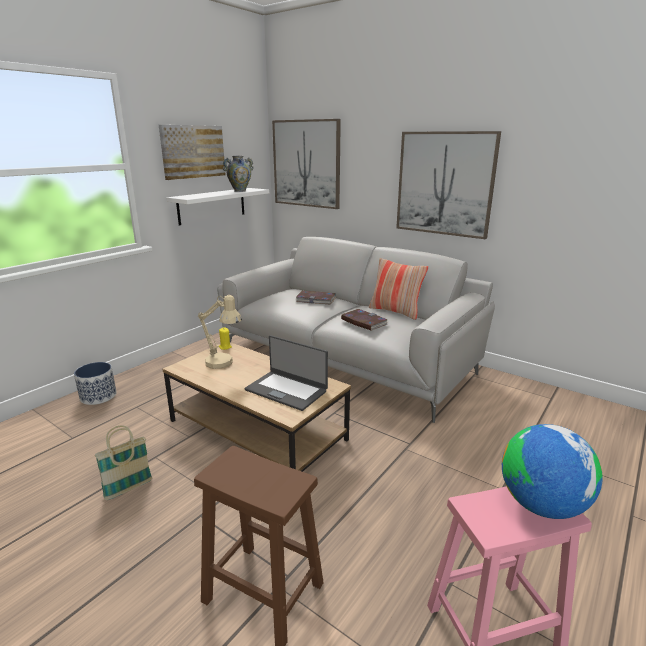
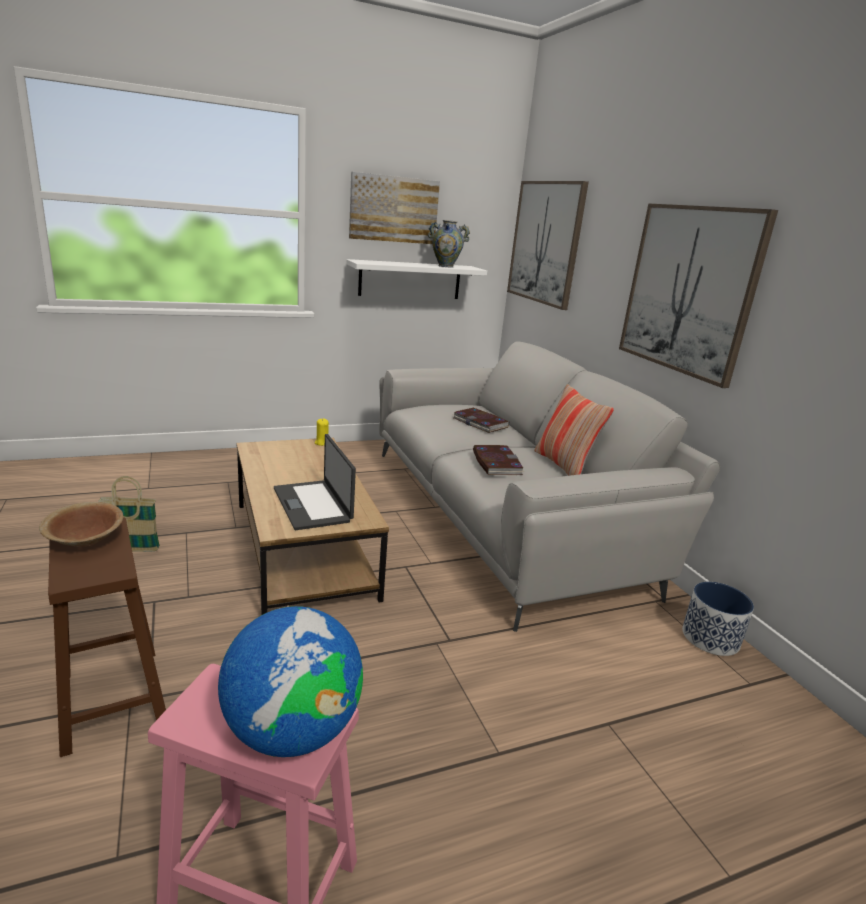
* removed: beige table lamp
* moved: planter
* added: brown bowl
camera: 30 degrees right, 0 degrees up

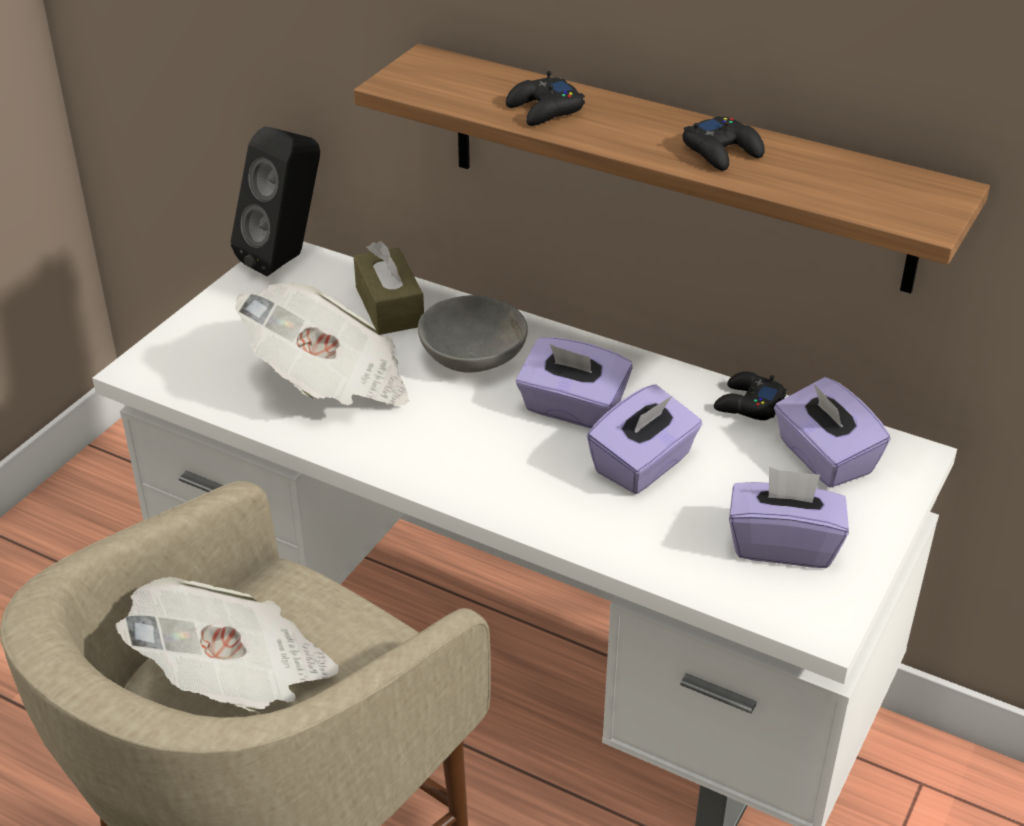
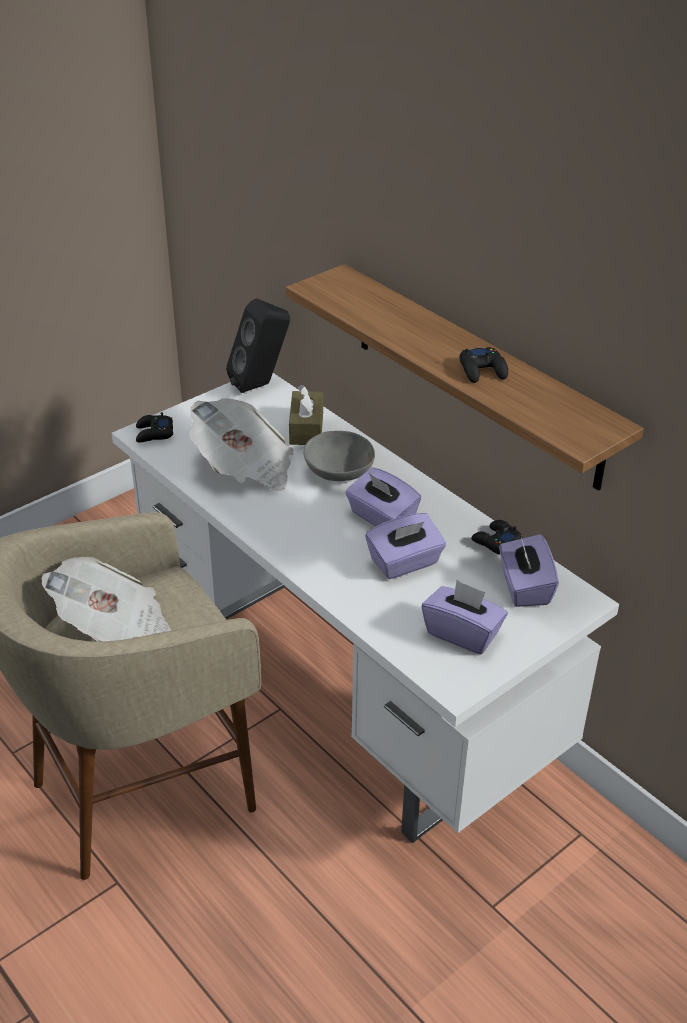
* moved: blackish game controller (1st from left)
camera: 20 degrees right, 0 degrees up

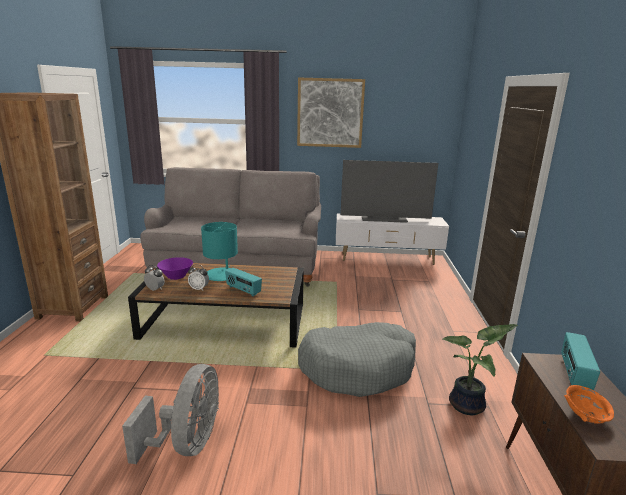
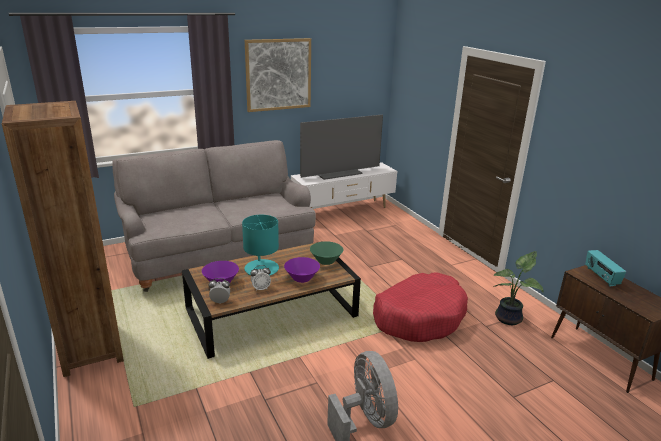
* replaced: radio (1st from left) to purple-coloured bowl (2nd from left)
* recoloured: grey dog bed to red dog bed
* removed: orange bowl
* added: green-coloured bowl
camera: 30 degrees left, 5 degrees up

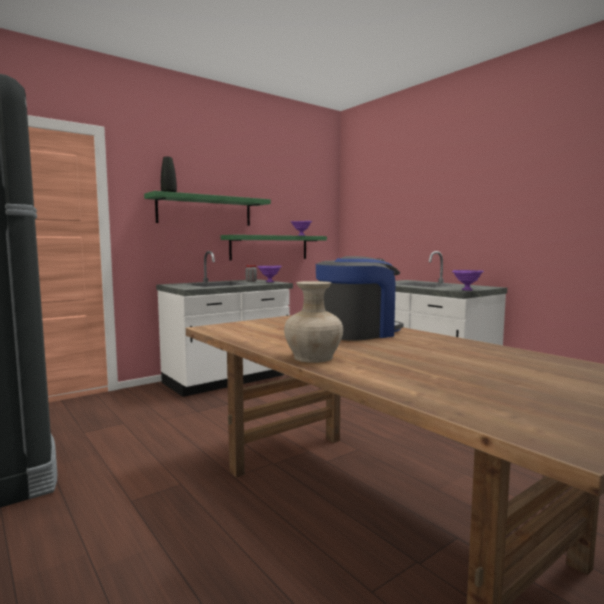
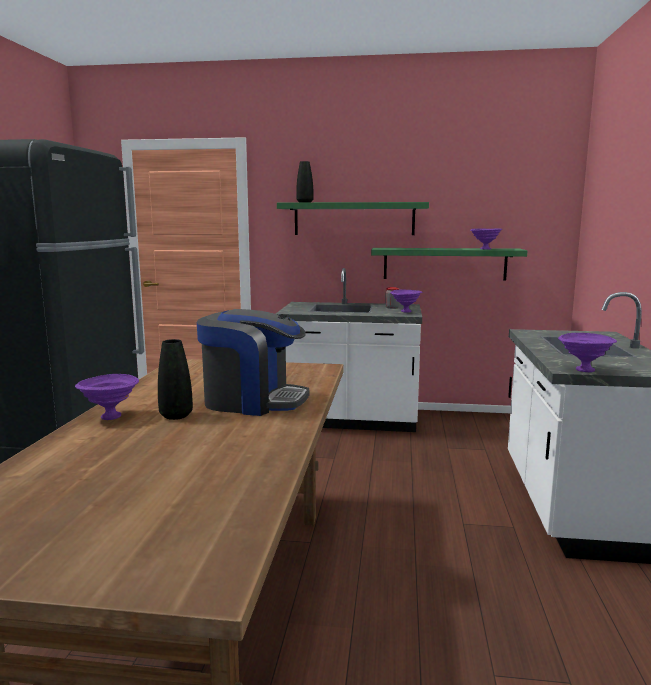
* replaced: beige decorative vase to purple-coloured bowl (1st from left)
* added: blackish decorative vase (1st from left)
camera: 45 degrees right, 5 degrees up

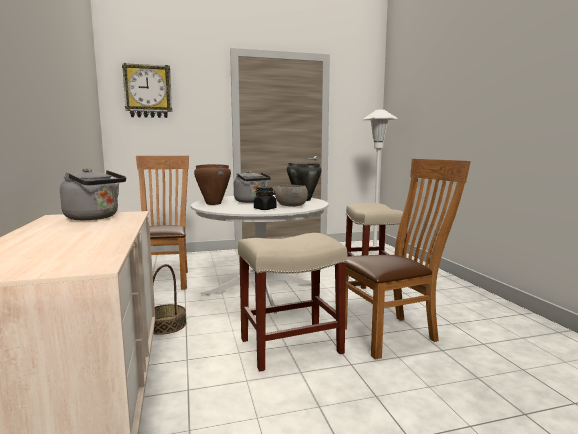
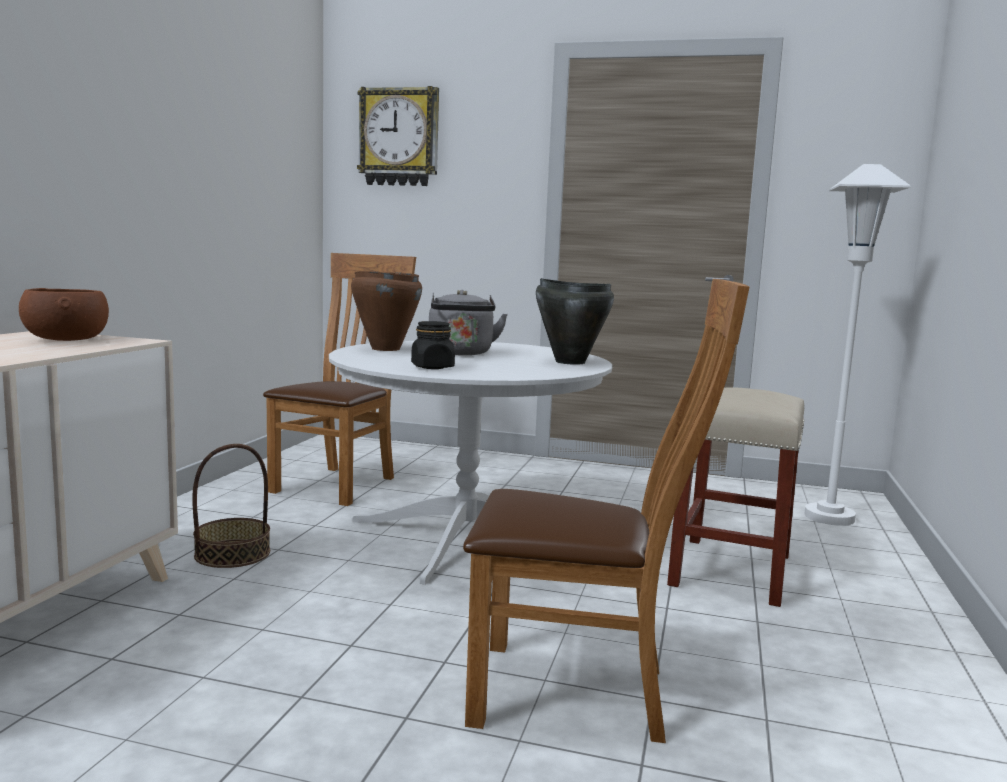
* replaced: grey water kettle (1st from left) to brown bowl
* removed: grey bowl
* removed: beige stool seat (1st from left)
camera: 30 degrees right, 0 degrees up

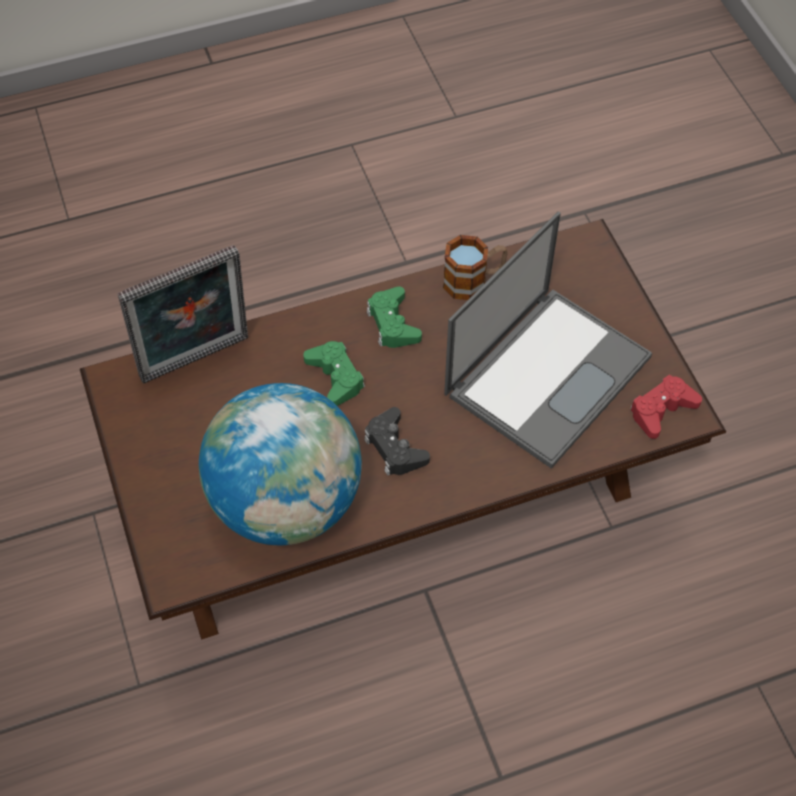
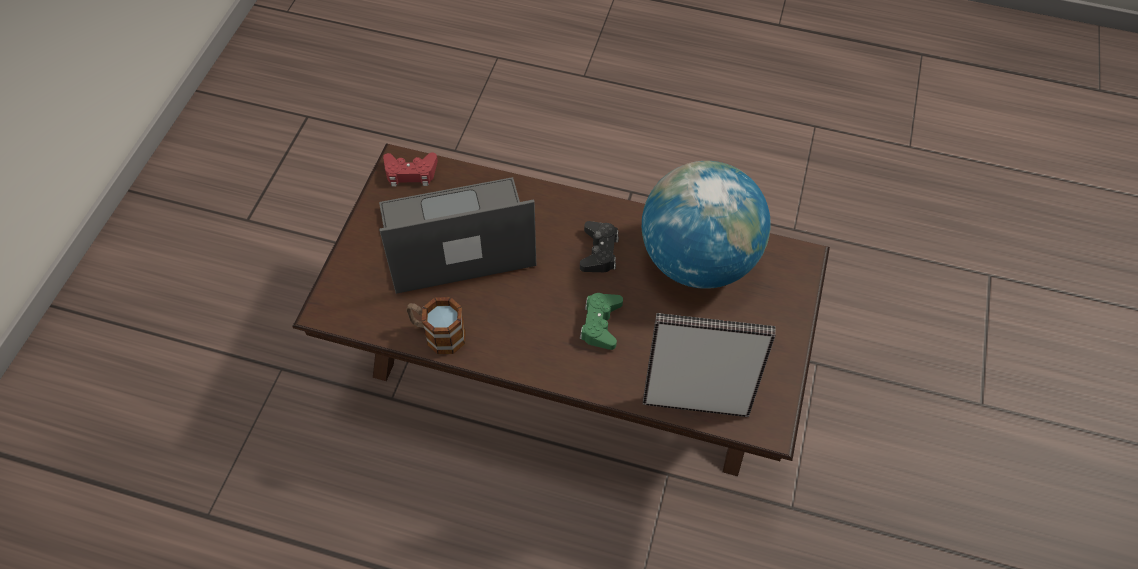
* removed: green-coloured game controller (2nd from left)
camera: 145 degrees left, 0 degrees up

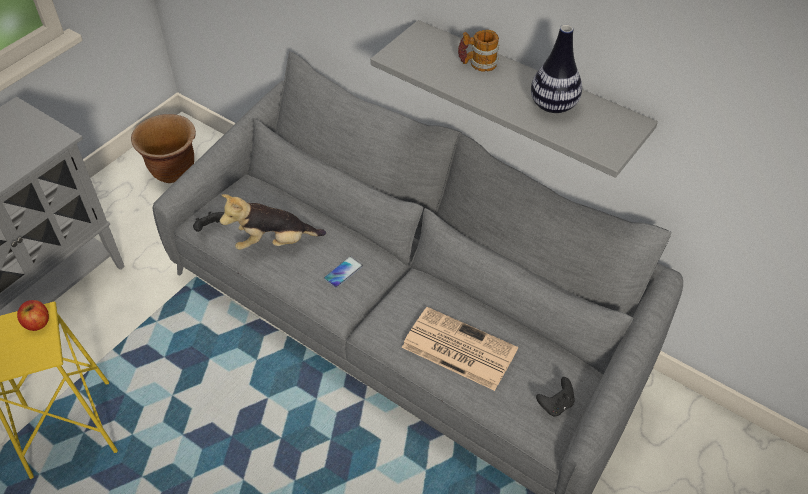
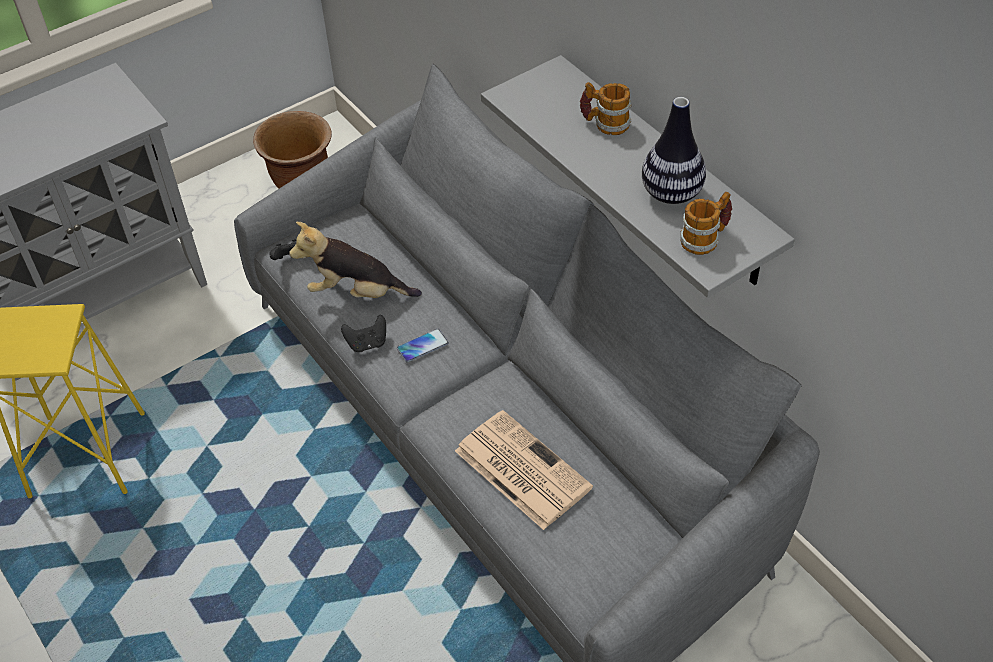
* removed: apple
* moved: blackish game controller (2nd from left)
* added: coffee mug (2nd from left)
camera: 20 degrees right, 0 degrees up

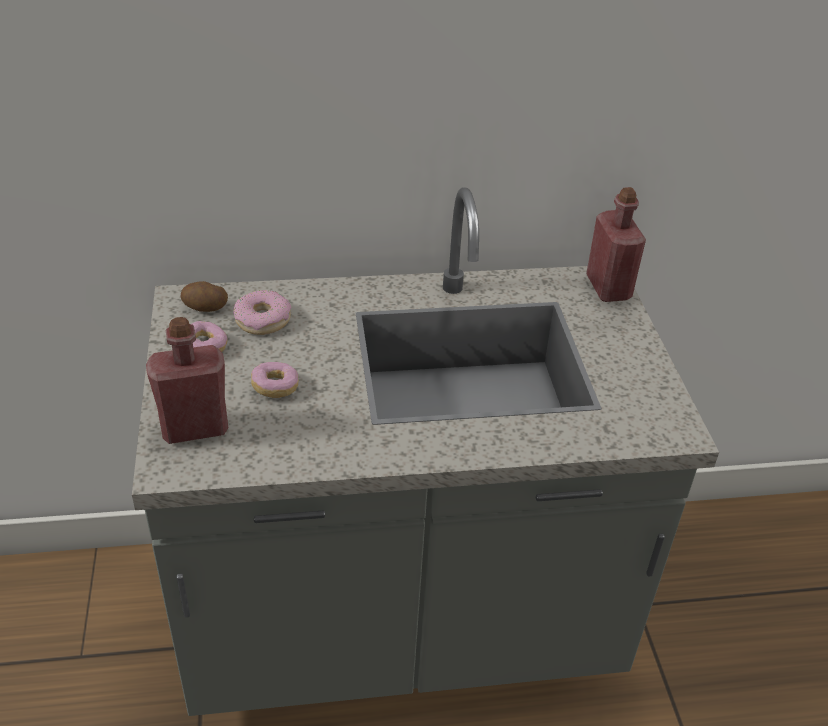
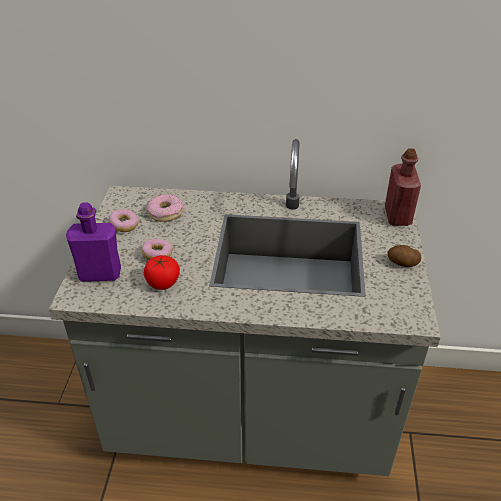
* moved: potato
* recoloured: red drink bottle (1st from left) to purple-coloured drink bottle
* added: whole tomato
camera: 15 degrees right, 0 degrees up

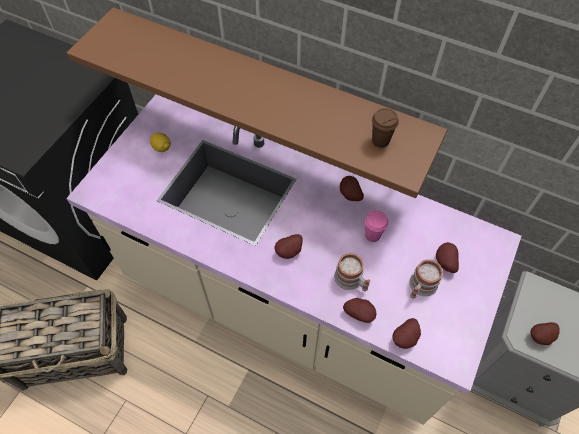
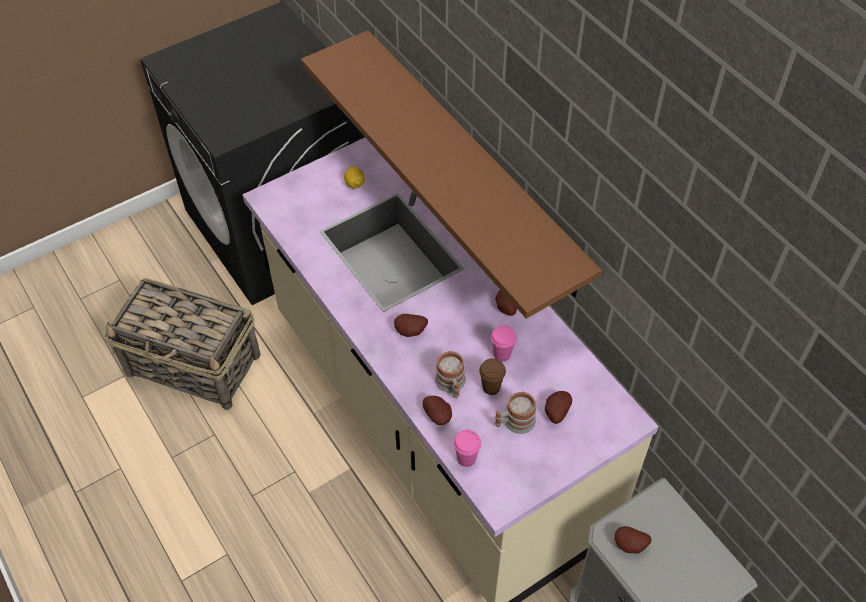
* moved: brown cup
* replaced: potato (4th from left) to pink-coloured cup (1st from left)
camera: 30 degrees right, 5 degrees down

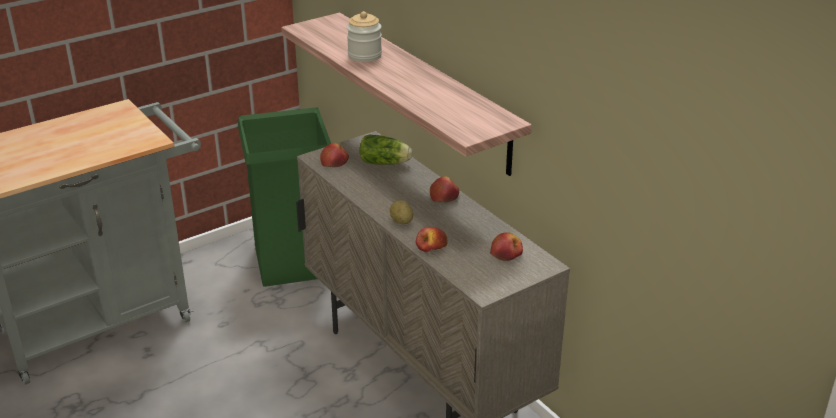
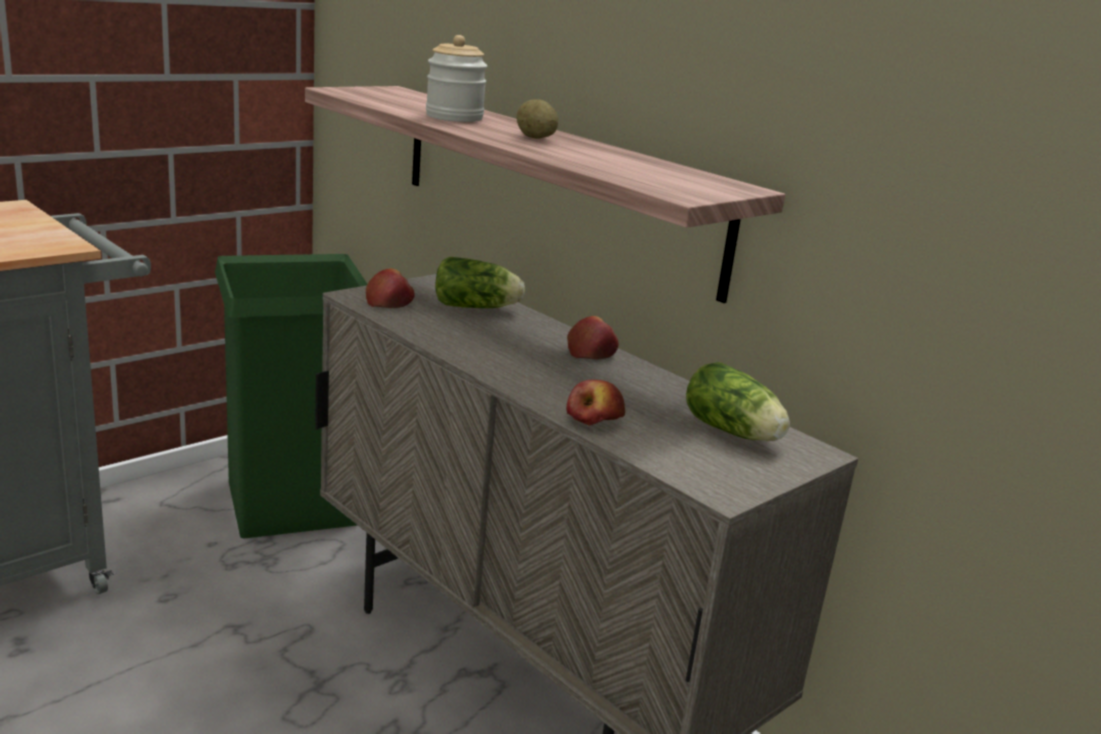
* moved: potato
* replaced: apple (4th from left) to lettuce head (2nd from left)
camera: 10 degrees left, 10 degrees down

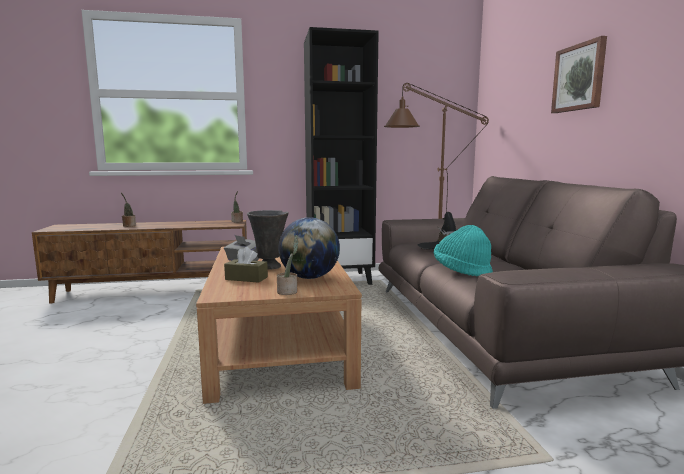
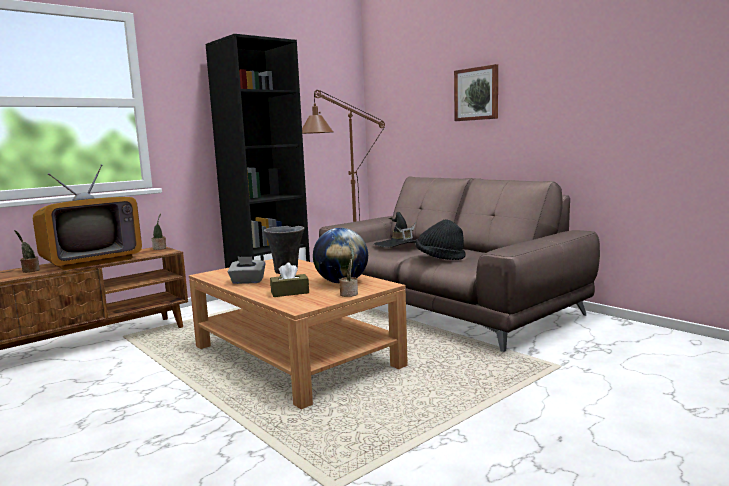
* recoloured: blue-green hat to blackish hat (2nd from left)
* added: TV set
camera: 30 degrees left, 0 degrees up

